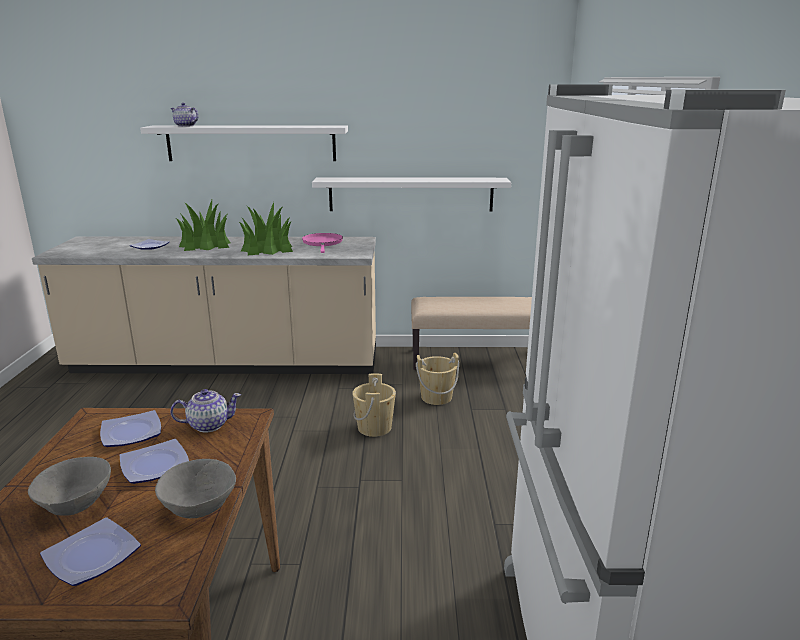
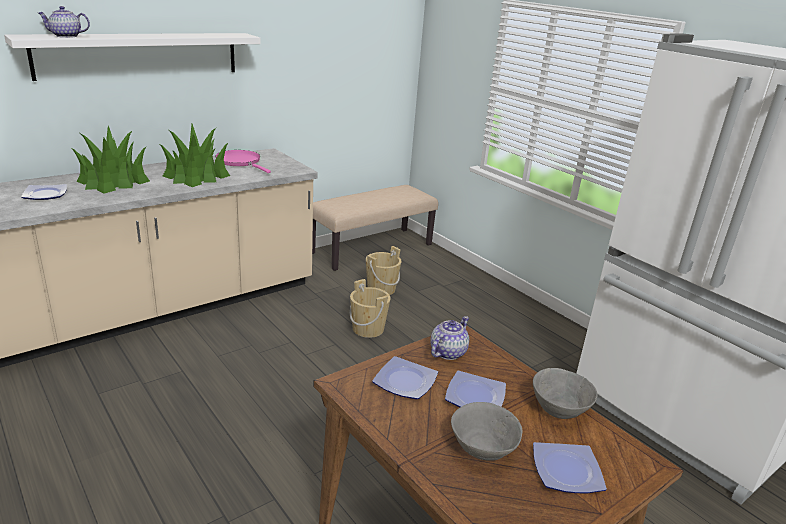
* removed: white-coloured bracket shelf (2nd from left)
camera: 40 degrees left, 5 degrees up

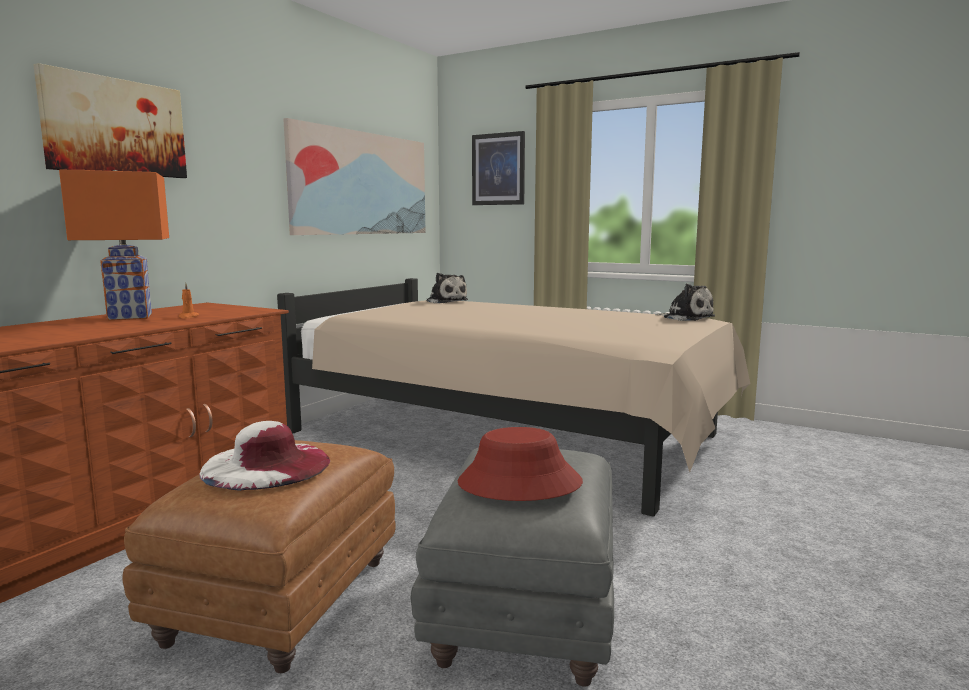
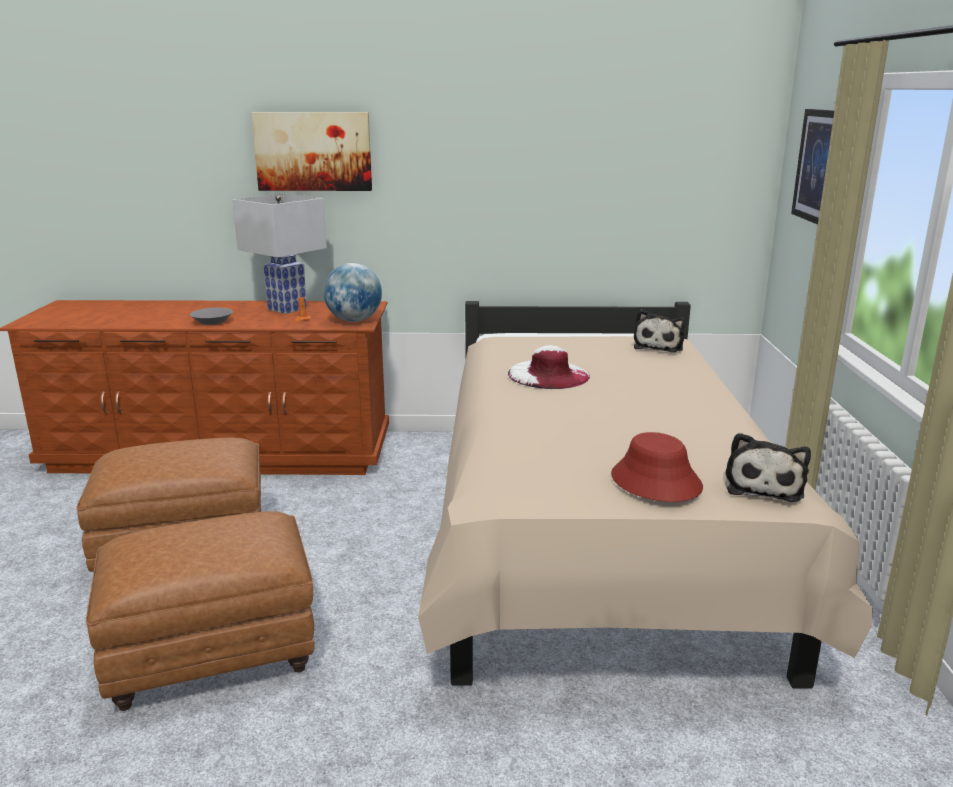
* removed: wall art (2nd from left)
* recoloured: orange table lamp to white-coloured table lamp
* moved: white-coloured hat
* moved: red hat
* recoloured: grey ottoman to brown ottoman (2nd from left)
* added: desk globe
* added: grey bowl
camera: 60 degrees right, 10 degrees up

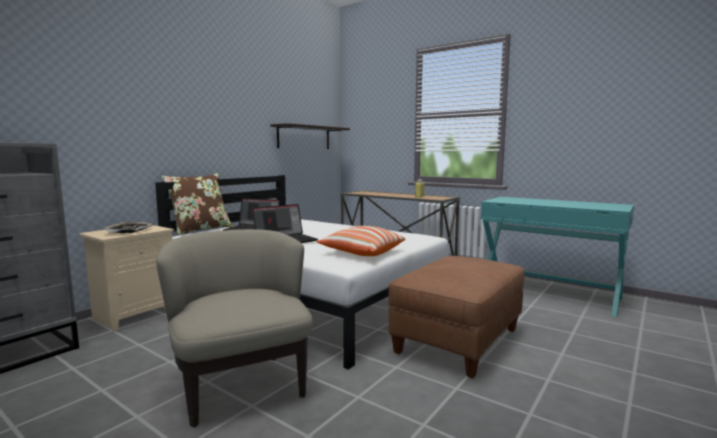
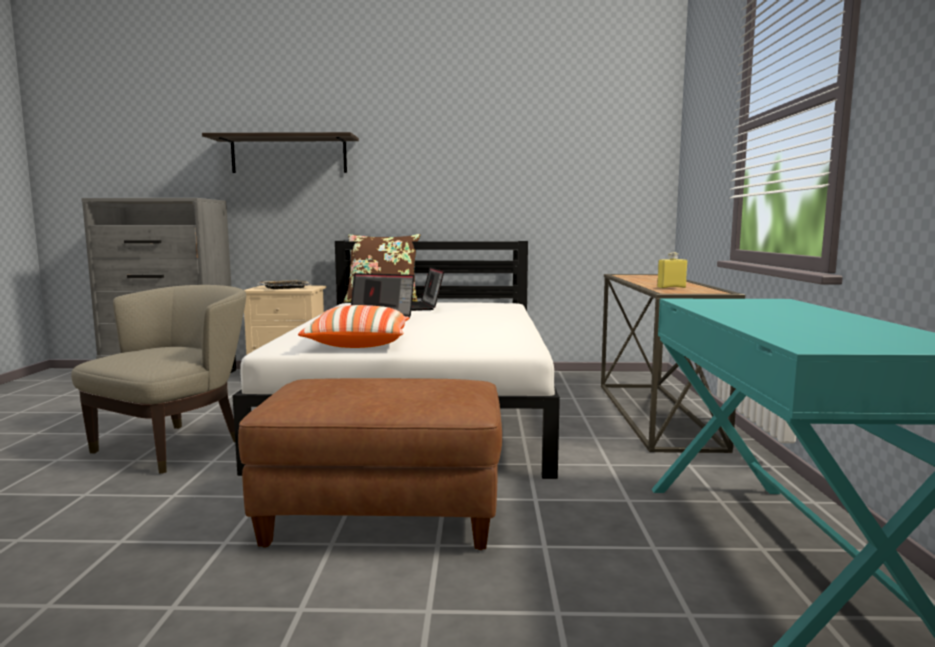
* moved: bracket shelf
camera: 55 degrees right, 0 degrees up

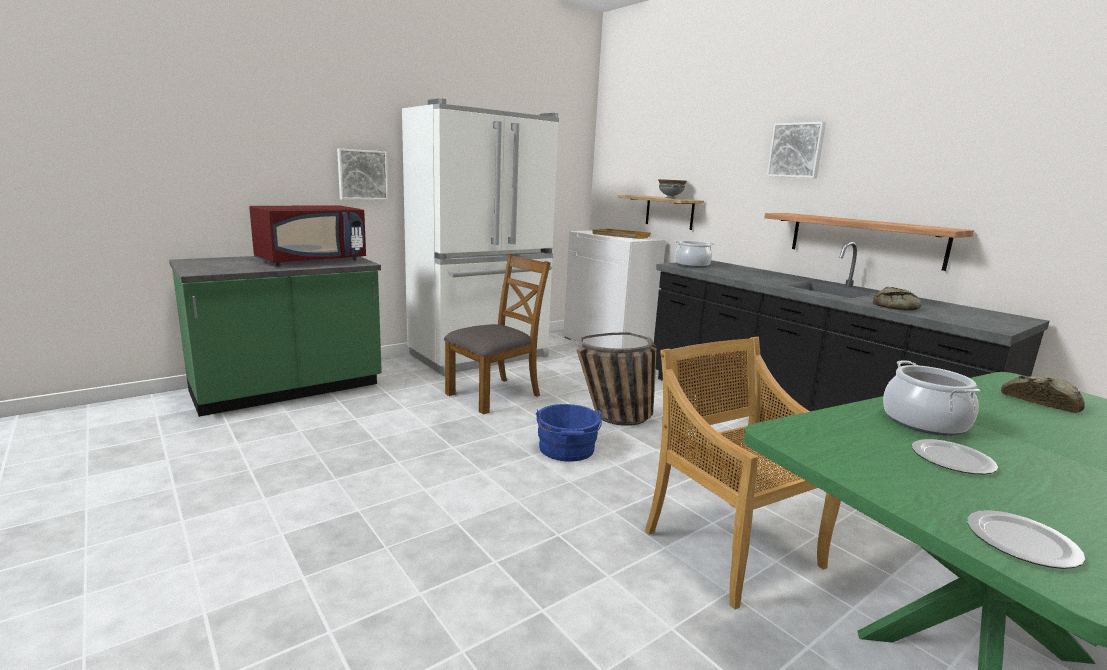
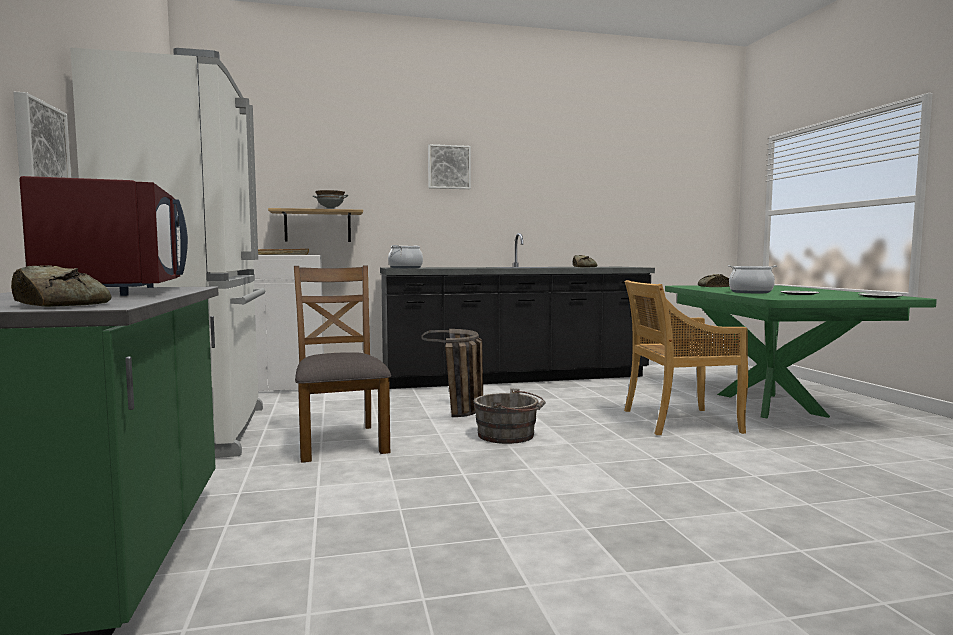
* removed: bracket shelf (2nd from left)
* recoloured: blue-coloured bucket to grey bucket
* added: baked bread (1st from left)
camera: 65 degrees left, 10 degrees down

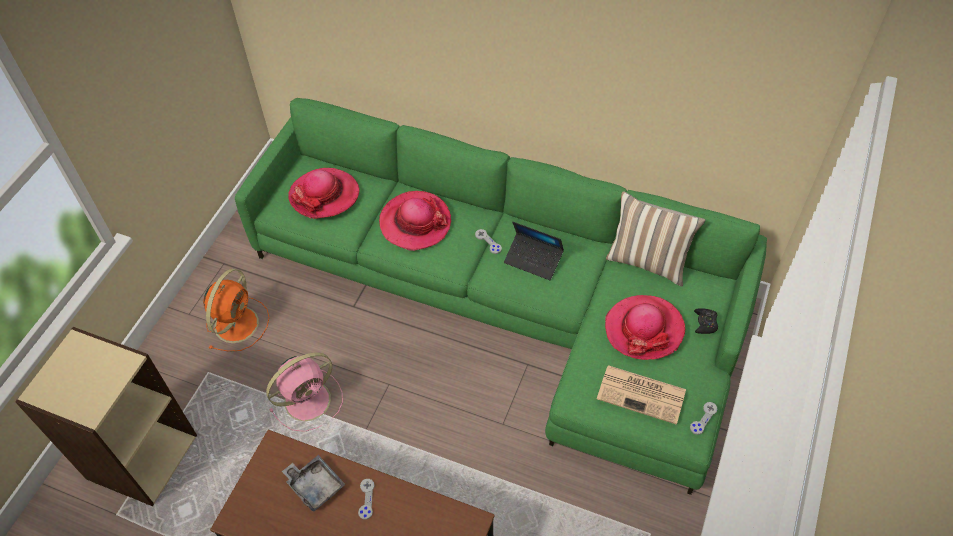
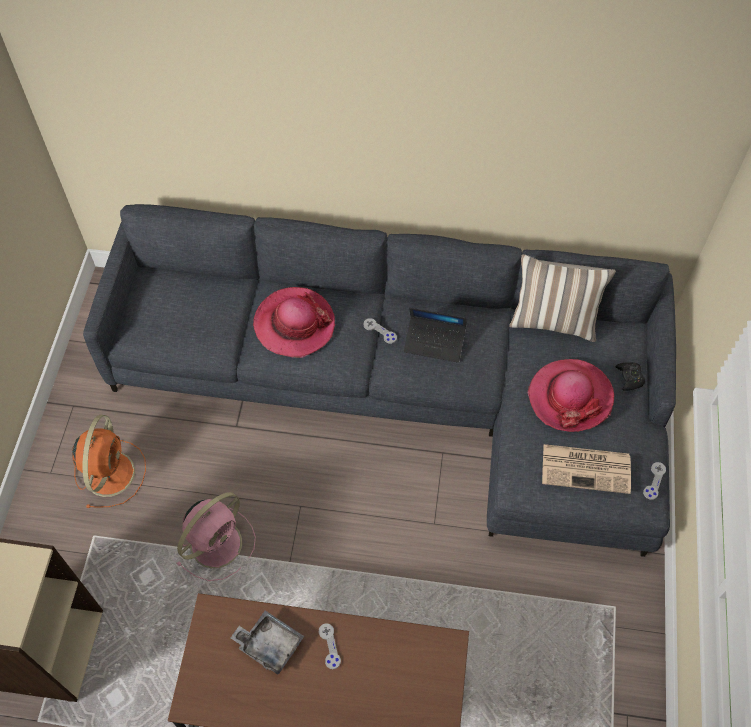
* recoloured: green-coloured sofa to grey sofa
* removed: hat (1st from left)
camera: 15 degrees left, 5 degrees up

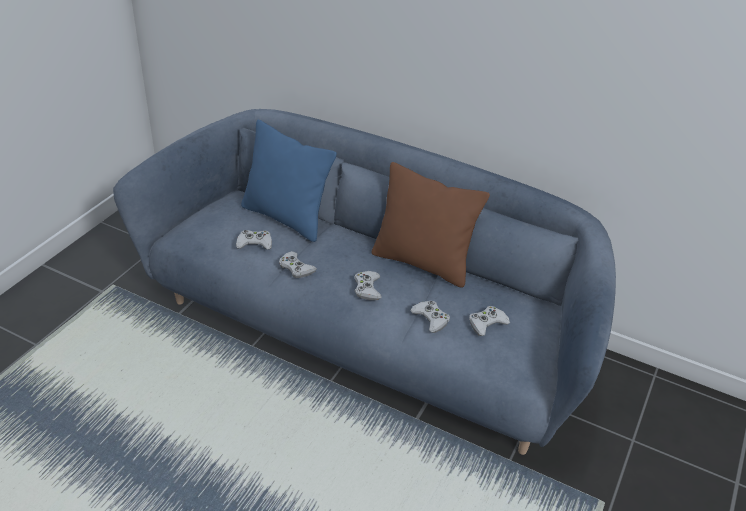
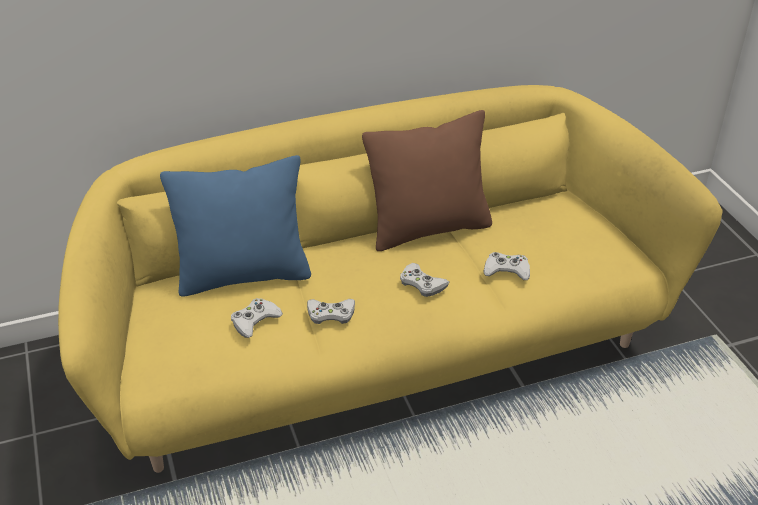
* recoloured: blue-coloured sofa to yellow sofa
* removed: white-coloured game controller (5th from left)
camera: 45 degrees left, 0 degrees up

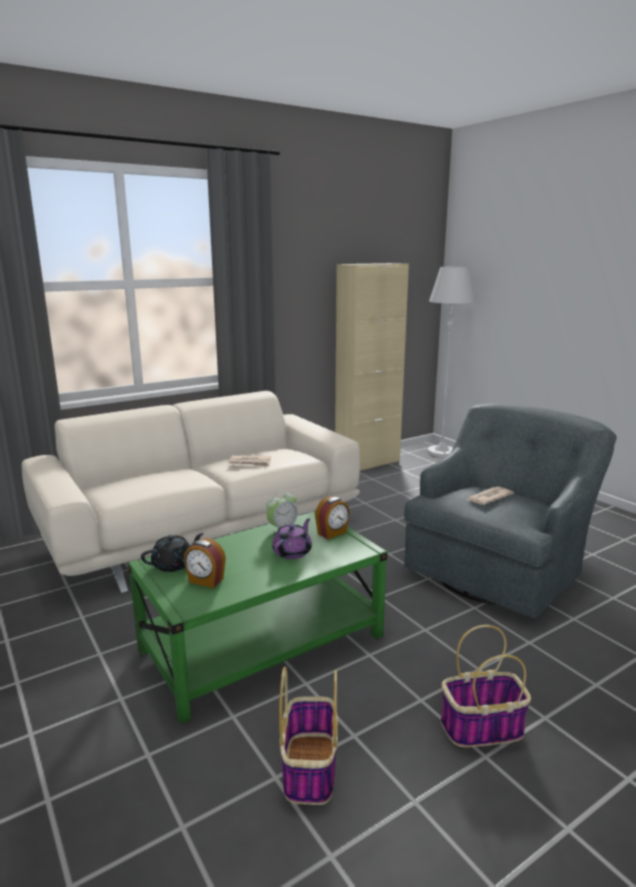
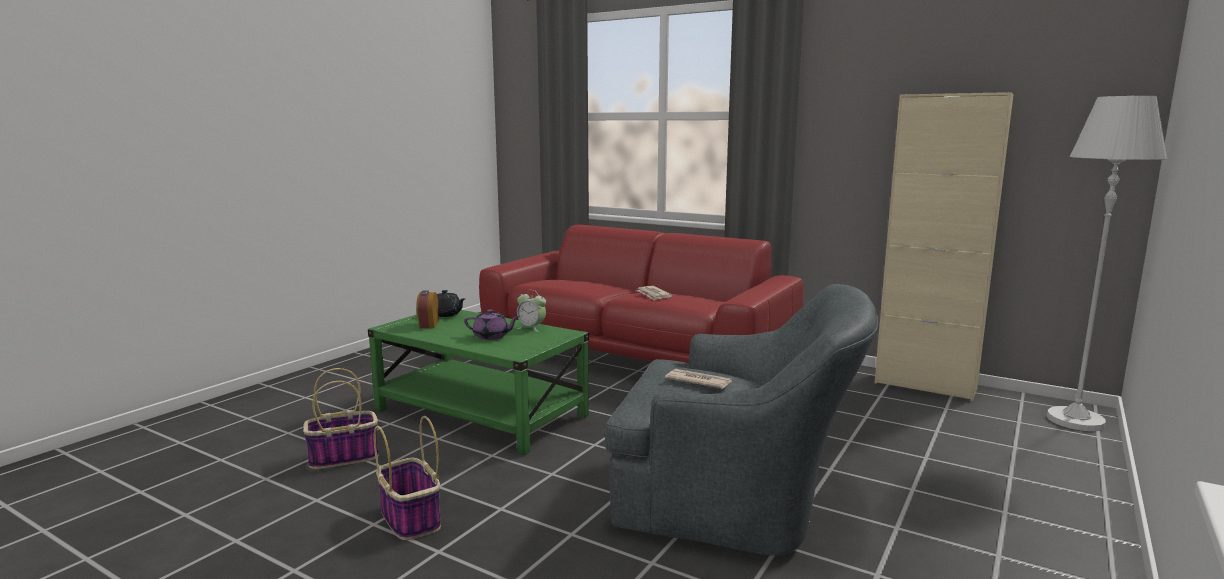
* recoloured: beige sofa to red sofa
* removed: table clock (3rd from left)
camera: 65 degrees right, 5 degrees down

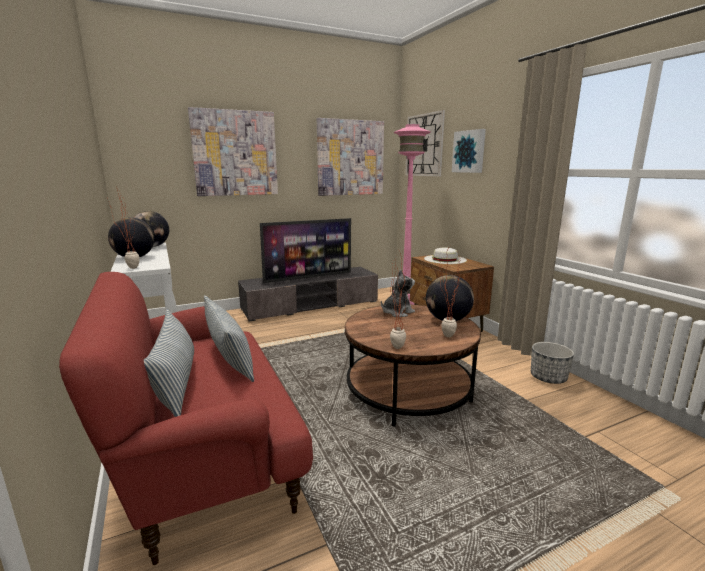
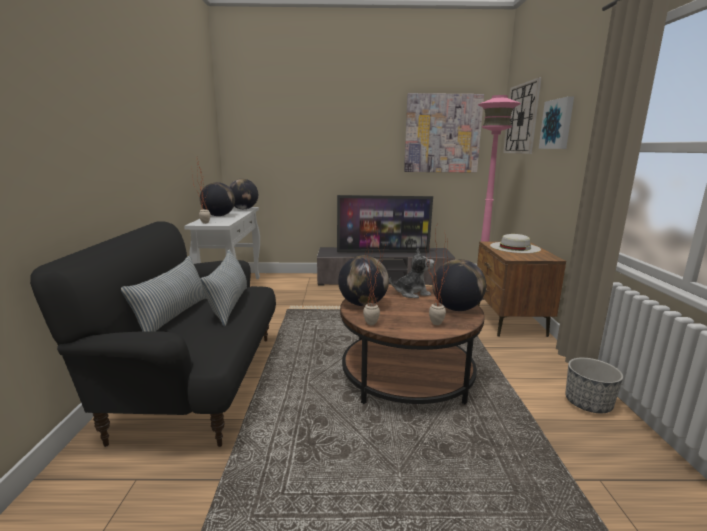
* removed: wall art (1st from left)
* recoloured: red sofa to blackish sofa
* added: desk globe (3rd from left)
camera: 25 degrees right, 0 degrees up

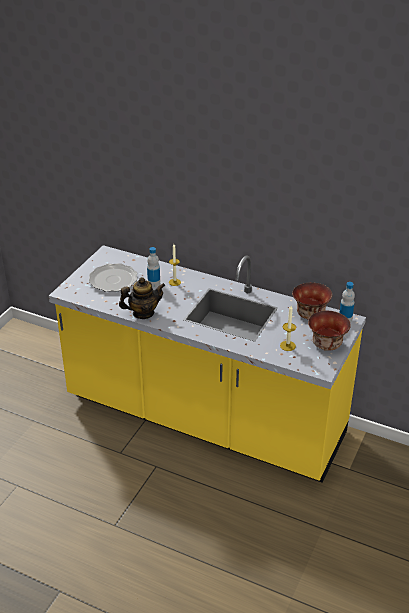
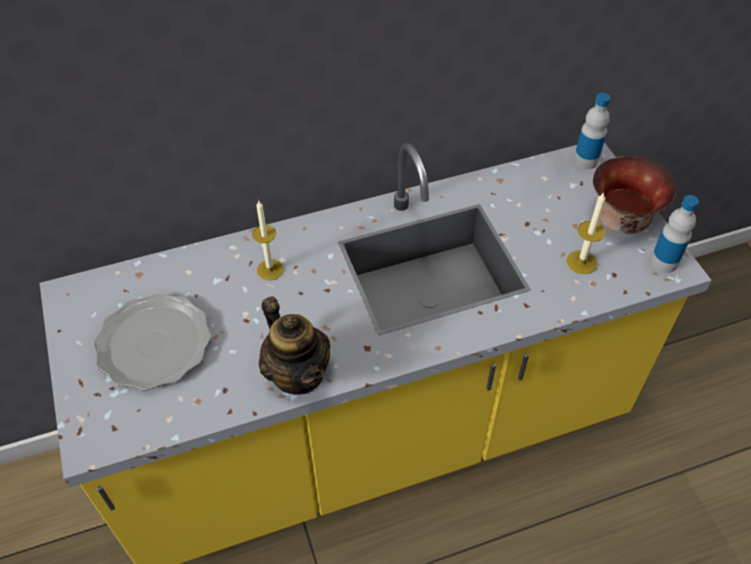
* moved: drink bottle (1st from left in the first image) to drink bottle (2nd from left)
* turned: teapot 120 degrees clockwise
* removed: bowl (1st from left)
camera: 45 degrees left, 15 degrees up

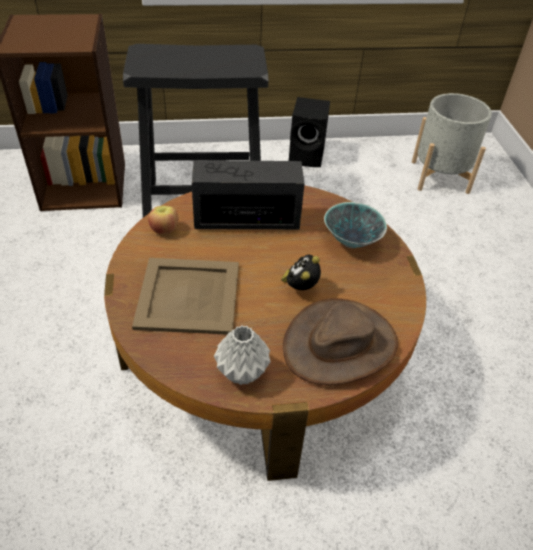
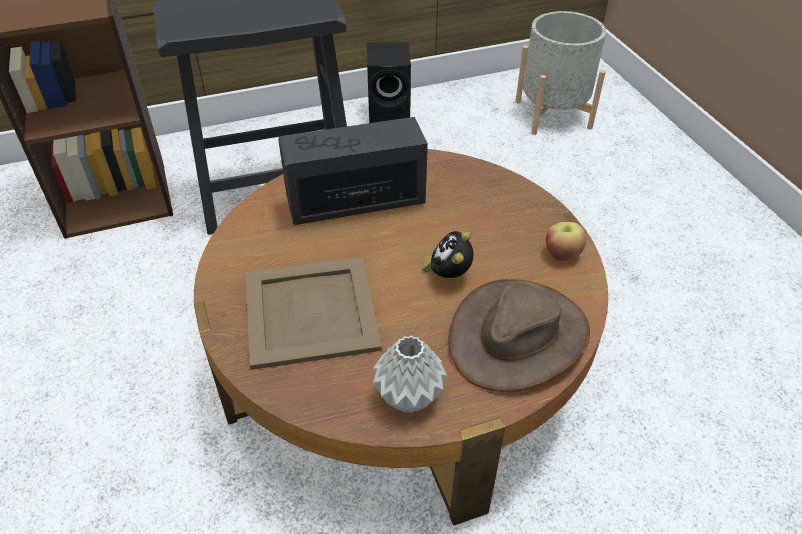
* removed: bowl
* moved: apple
camera: 10 degrees left, 0 degrees up

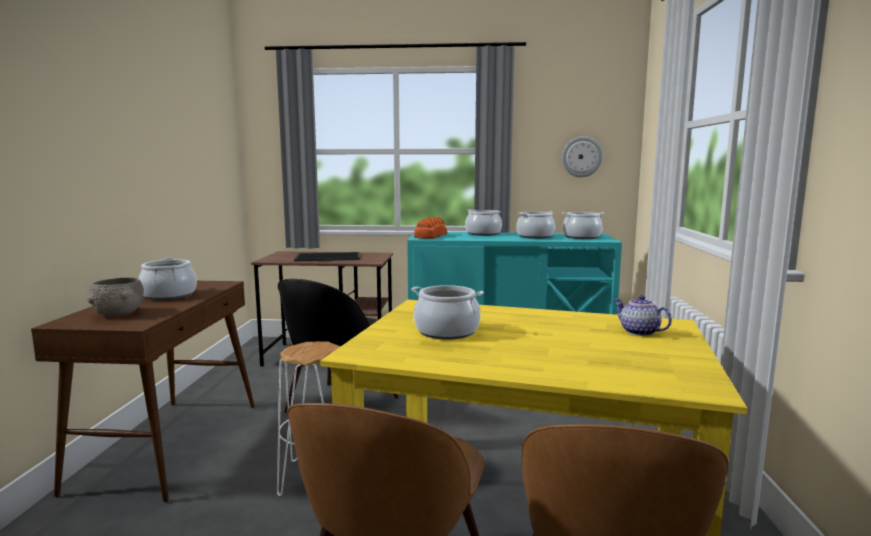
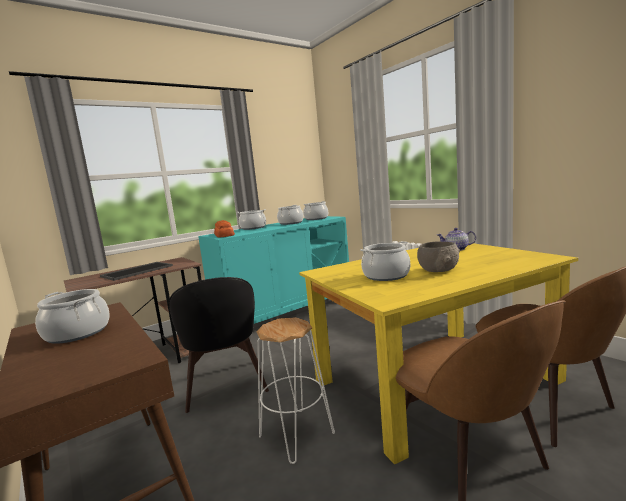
* removed: wall clock
* moved: grey bowl
camera: 40 degrees left, 0 degrees up

